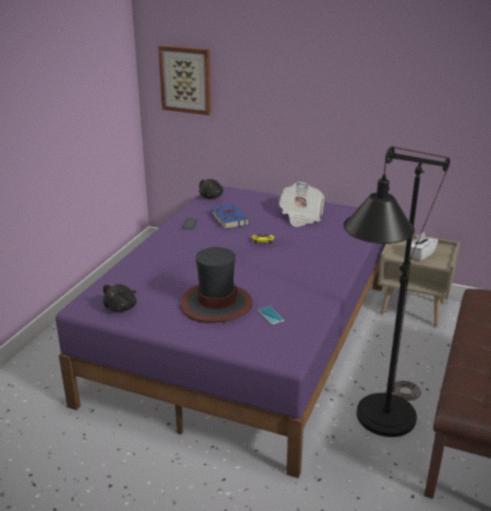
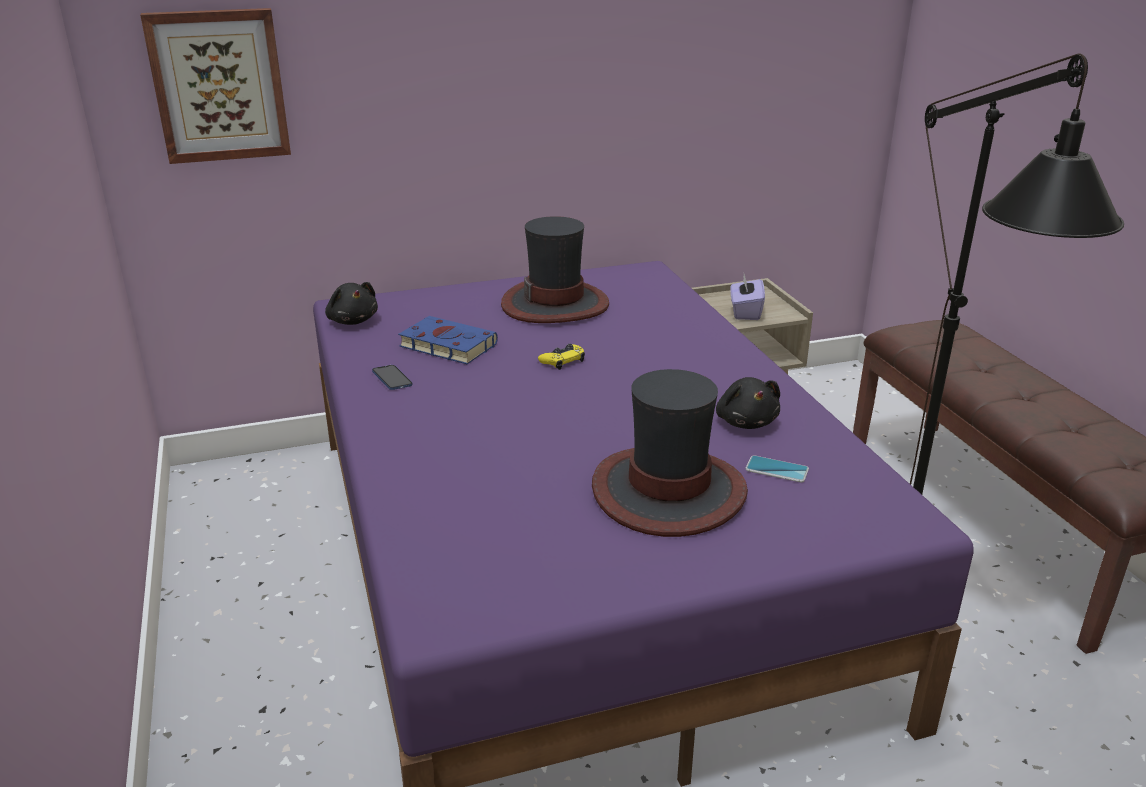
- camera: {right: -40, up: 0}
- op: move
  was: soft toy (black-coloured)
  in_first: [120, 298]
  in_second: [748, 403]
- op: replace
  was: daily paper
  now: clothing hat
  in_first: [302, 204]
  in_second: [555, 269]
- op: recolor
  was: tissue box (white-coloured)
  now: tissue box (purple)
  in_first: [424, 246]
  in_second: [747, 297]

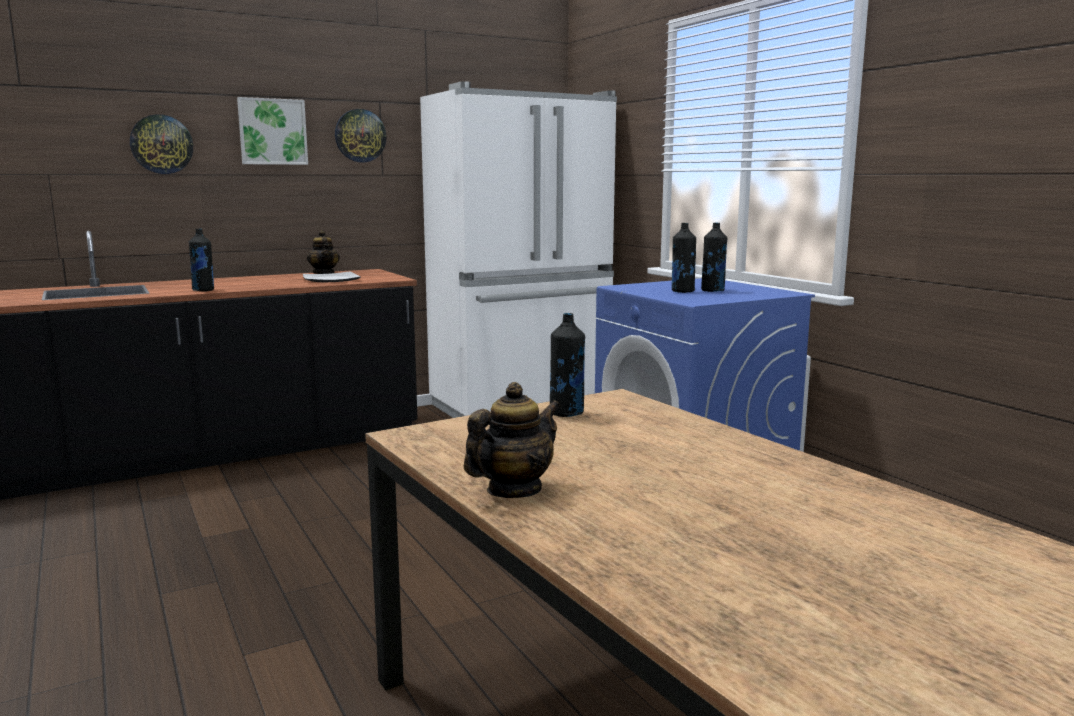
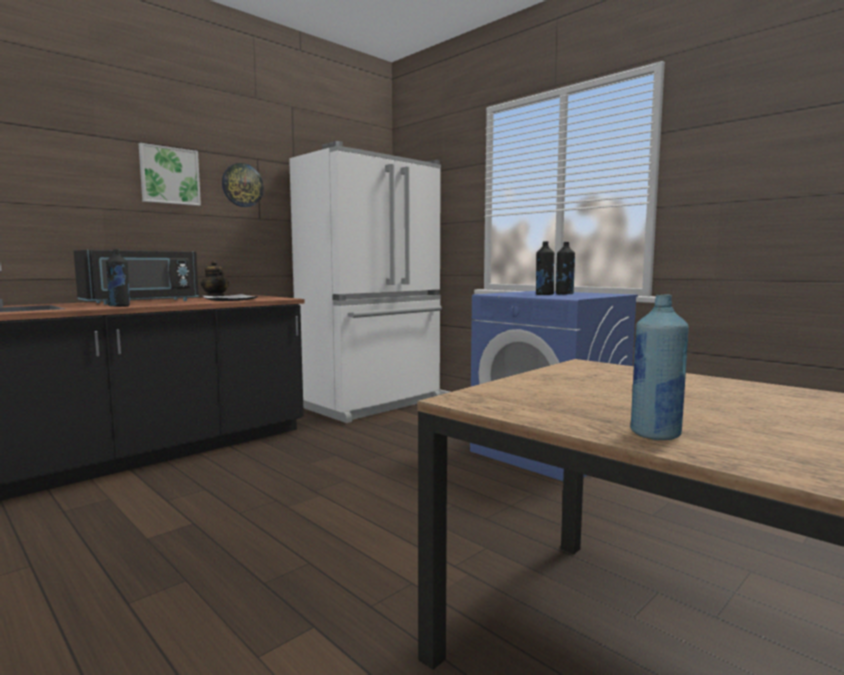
- camera: {right: -15, up: -5}
- op: delete
  was: wall clock
  in_first: [161, 144]
- op: replace
  was: teapot
  now: beverage bottle (blue)
  in_first: [512, 440]
  in_second: [659, 367]
- op: delete
  was: beverage bottle (black-coloured)
  in_first: [567, 365]
- op: insert
  now: microwave oven (black-coloured)
  in_second: [136, 277]

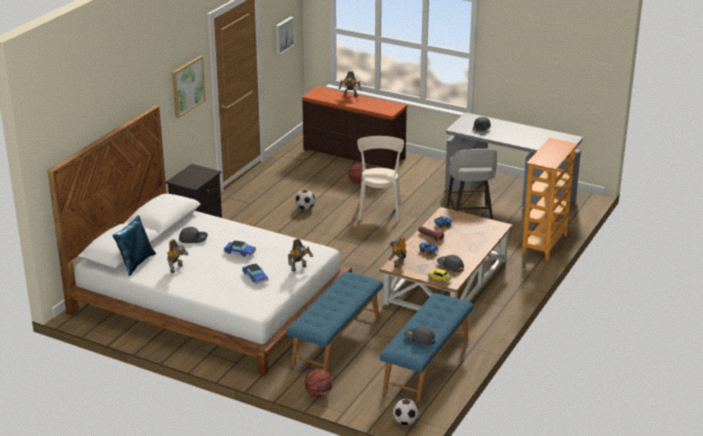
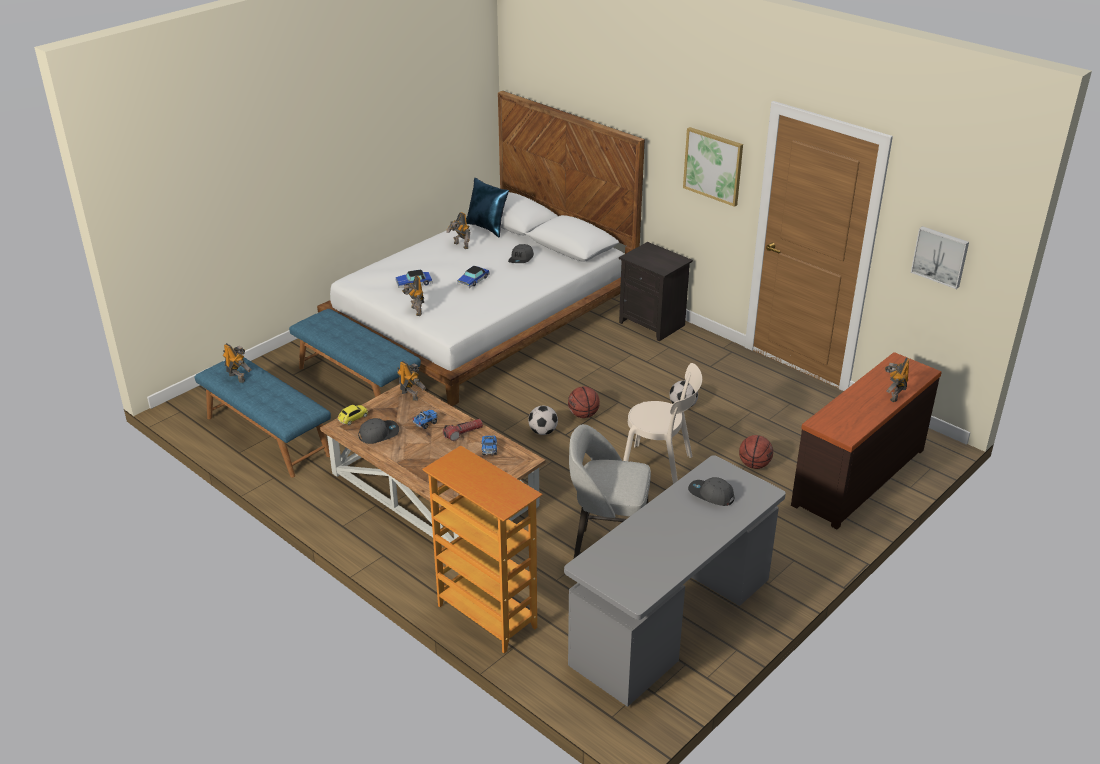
- camera: {right: 105, up: 5}
- op: move
  was: ball for basketball
  in_first: [319, 383]
  in_second: [584, 402]
- op: move
  was: football ball
  in_first: [406, 412]
  in_second: [543, 420]
- op: replace
  was: baseball cap (grey)
  now: robot figure
  in_first: [419, 335]
  in_second: [237, 363]

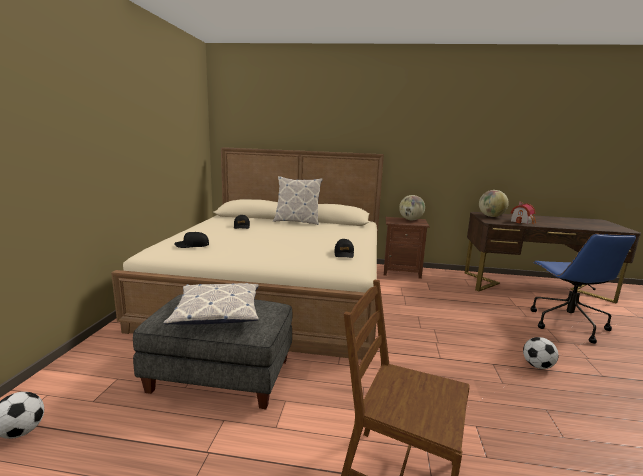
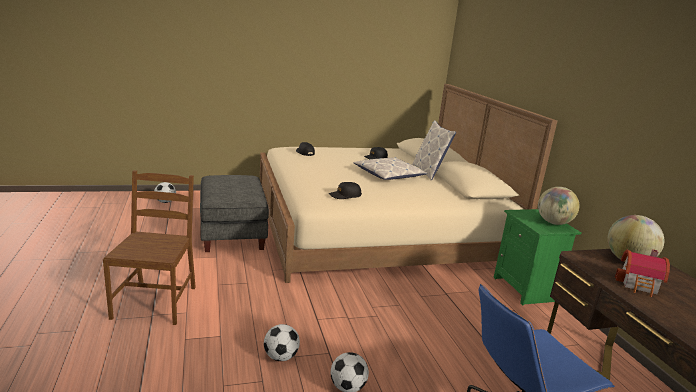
- camera: {right: 65, up: 5}
- op: move
  was: throw pillow
  in_first: [211, 304]
  in_second: [390, 168]
- op: recolor
  was: night table (brown-coloured)
  now: night table (greenish)
  in_first: [407, 248]
  in_second: [537, 257]
- op: insert
  now: football ball
  in_second: [282, 342]

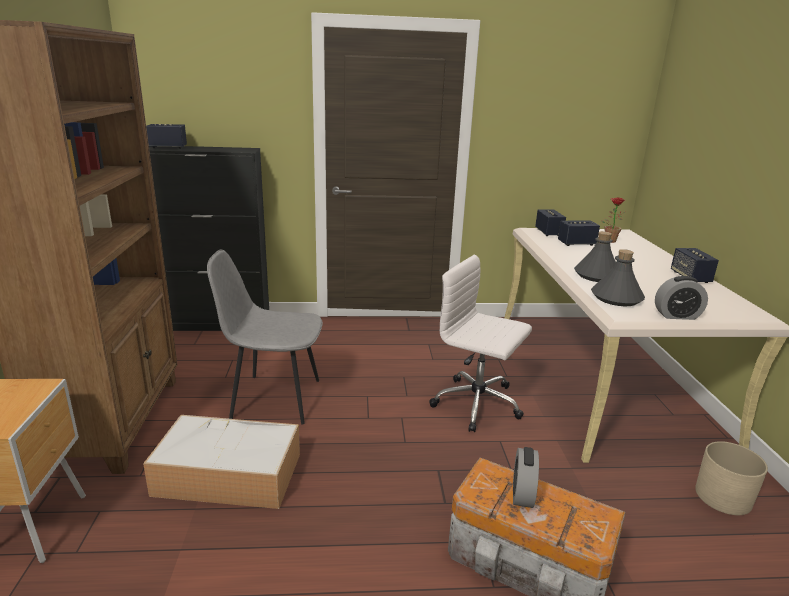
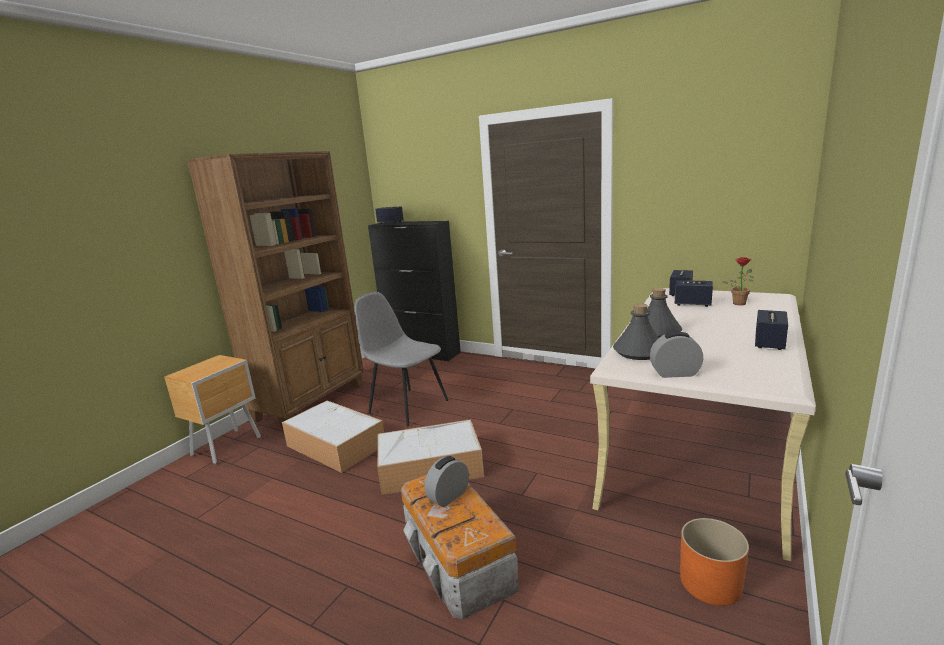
- camera: {right: 35, up: -5}
- op: delete
  was: computer chair (white-coloured)
  in_first: [480, 343]
- op: rotate
  was: table clock
  in_first: [681, 298]
  in_second: [676, 355]
  clockwise: 150
- op: recolor
  was: planter (beige)
  now: planter (orange)
  in_first: [731, 478]
  in_second: [714, 562]
- op: insert
  now: storage container
  in_second: [430, 457]

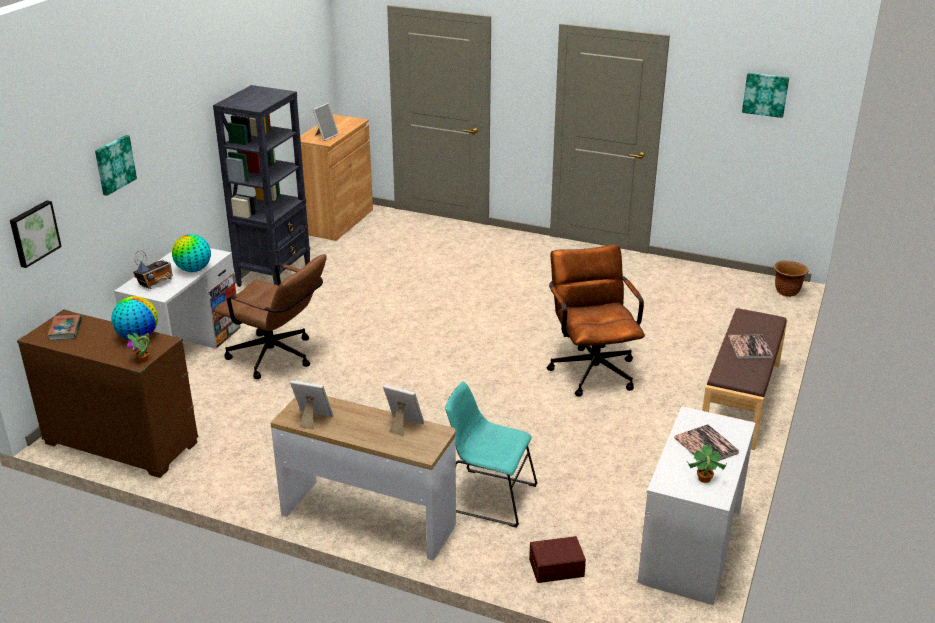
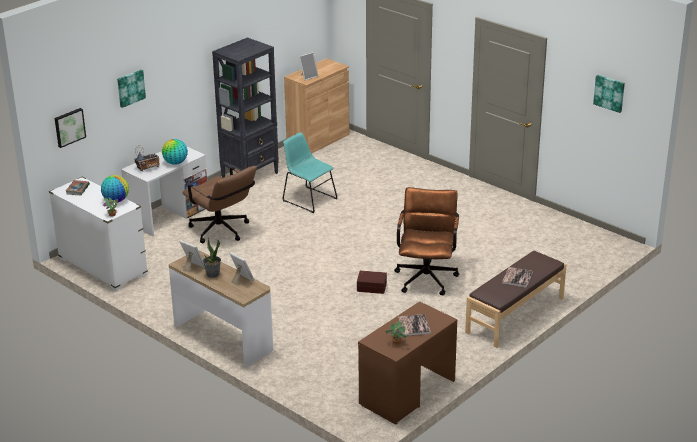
- camera: {right: 20, up: 0}
- op: recolor
  was: drawer chest (brown-coloured)
  now: drawer chest (white-coloured)
  in_first: [108, 393]
  in_second: [98, 234]
- op: move
  was: upright chair (turquoise-coloured)
  in_first: [491, 454]
  in_second: [310, 172]
- op: move
  was: storage container (brown-coloured)
  in_first: [557, 559]
  in_second: [372, 282]
- op: recolor
  was: desk (white-coloured)
  now: desk (brown-coloured)
  in_first: [696, 505]
  in_second: [408, 363]
- op: delete
  was: planter (brown-coloured)
  in_first: [790, 278]
- op: insert
  now: houseplant
  in_second: [212, 257]

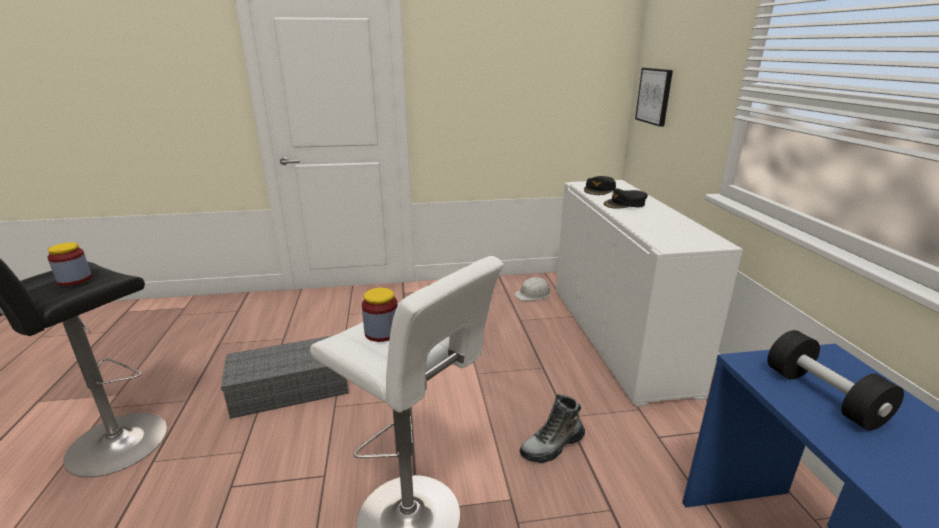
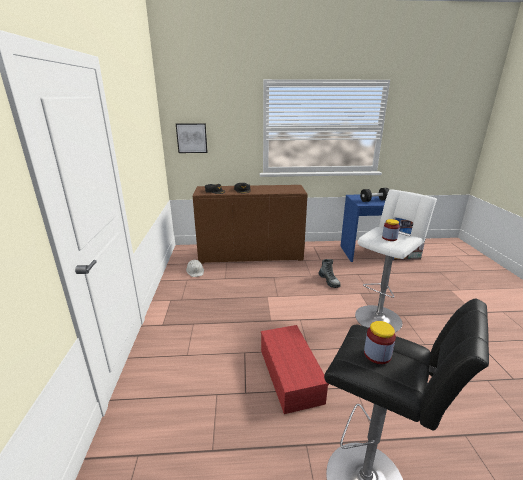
- camera: {right: -85, up: 0}
- op: recolor
  was: storage container (grey)
  now: storage container (red)
  in_first: [285, 377]
  in_second: [295, 369]
- op: recolor
  was: storage cabinet (white-coloured)
  now: storage cabinet (brown-coloured)
  in_first: [649, 293]
  in_second: [250, 224]

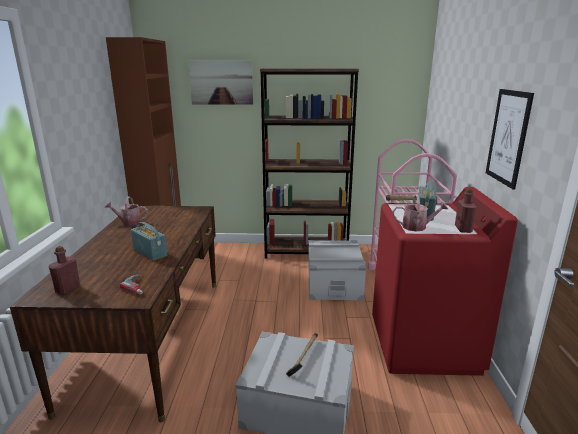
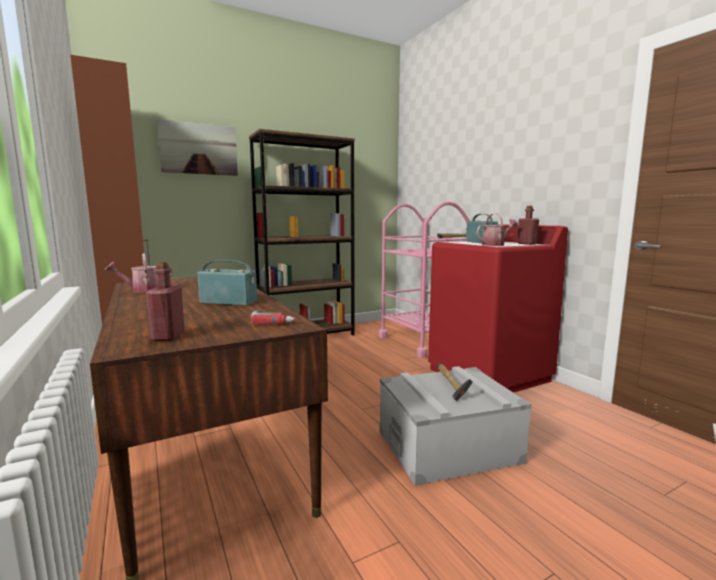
- camera: {right: -30, up: -10}
- op: delete
  was: storage container (grey)
  in_first: [337, 270]
- op: delete
  was: wall picture
  in_first: [510, 139]

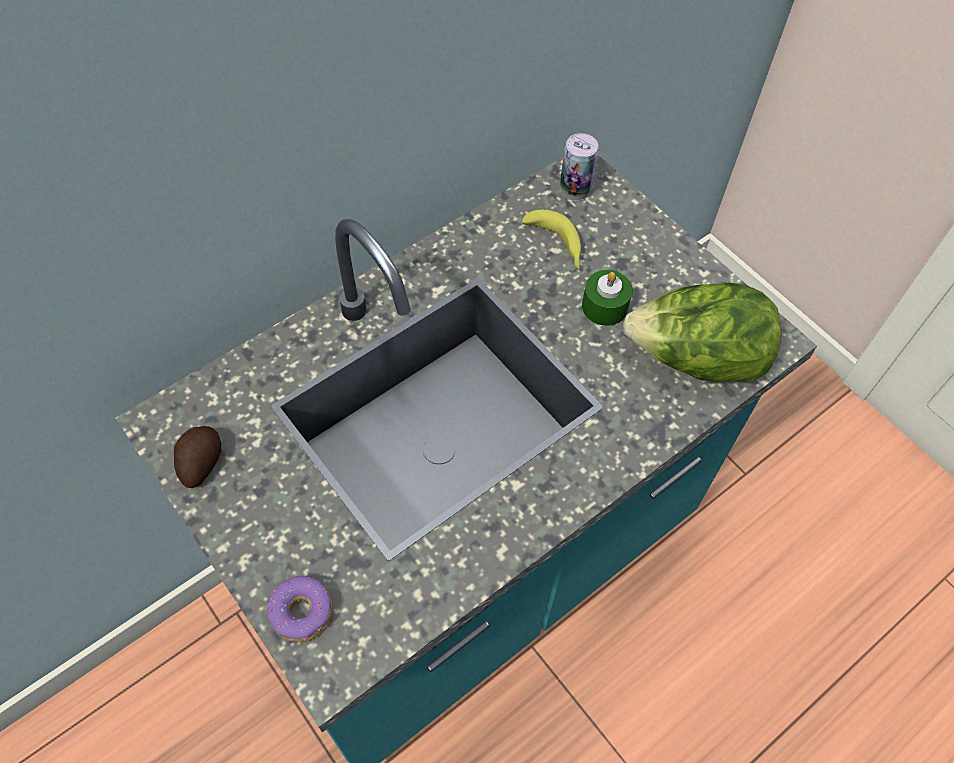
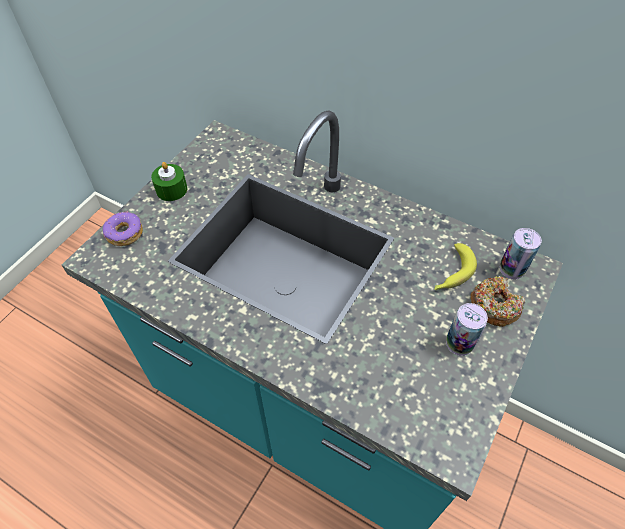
- camera: {right: 70, up: -5}
- op: delete
  was: spud
  in_first: [197, 457]
- op: move
  was: candle (greenish)
  in_first: [607, 298]
  in_second: [169, 181]
- op: delete
  was: lettuce
  in_first: [702, 332]
- op: insert
  now: can
  in_second: [467, 329]
- op: insert
  now: doughnut
  in_second: [498, 301]

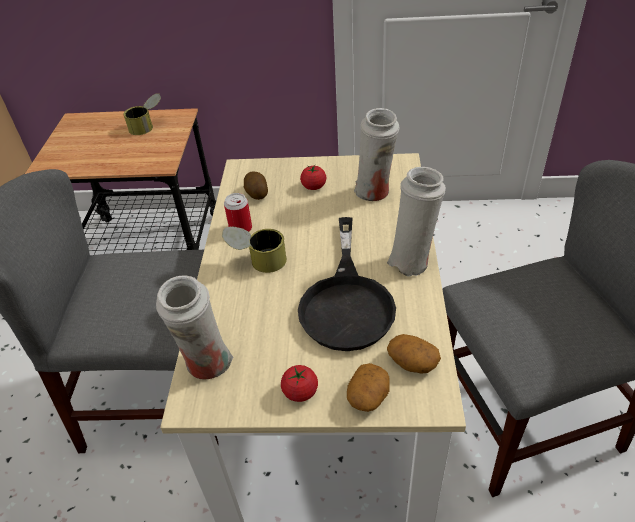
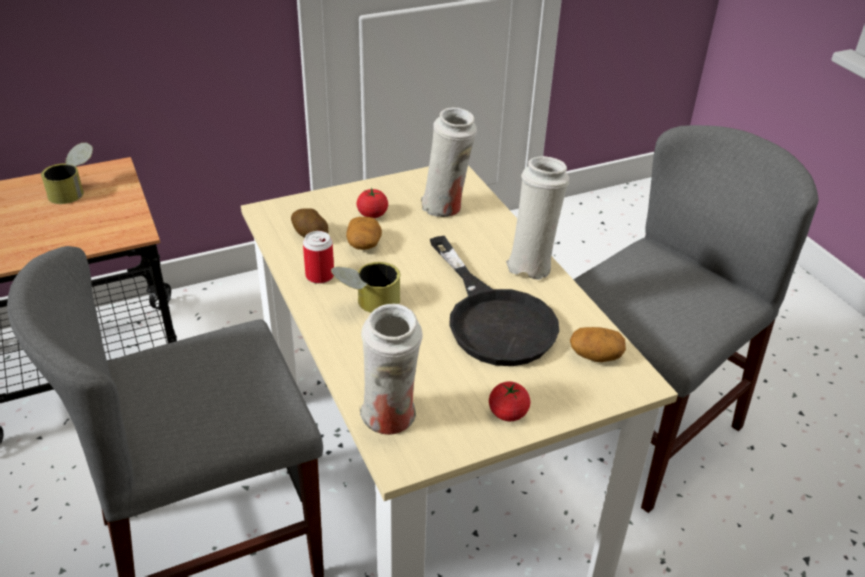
- camera: {right: -30, up: -5}
- op: move
  was: spud
  in_first: [368, 387]
  in_second: [364, 233]

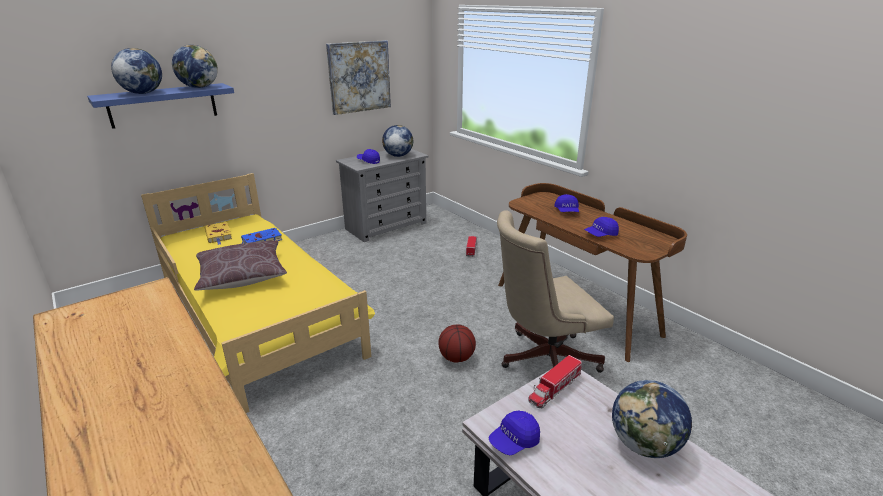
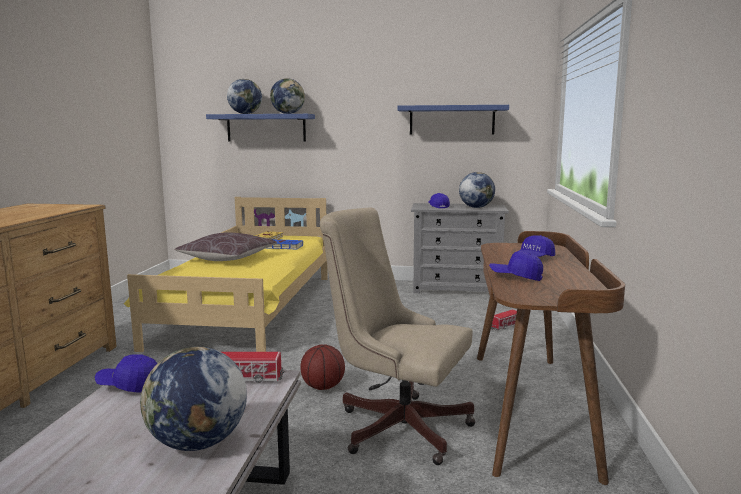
- camera: {right: 45, up: -15}
- op: replace
  was: wall picture
  now: shelf (blue)
  in_first: [358, 77]
  in_second: [453, 120]

